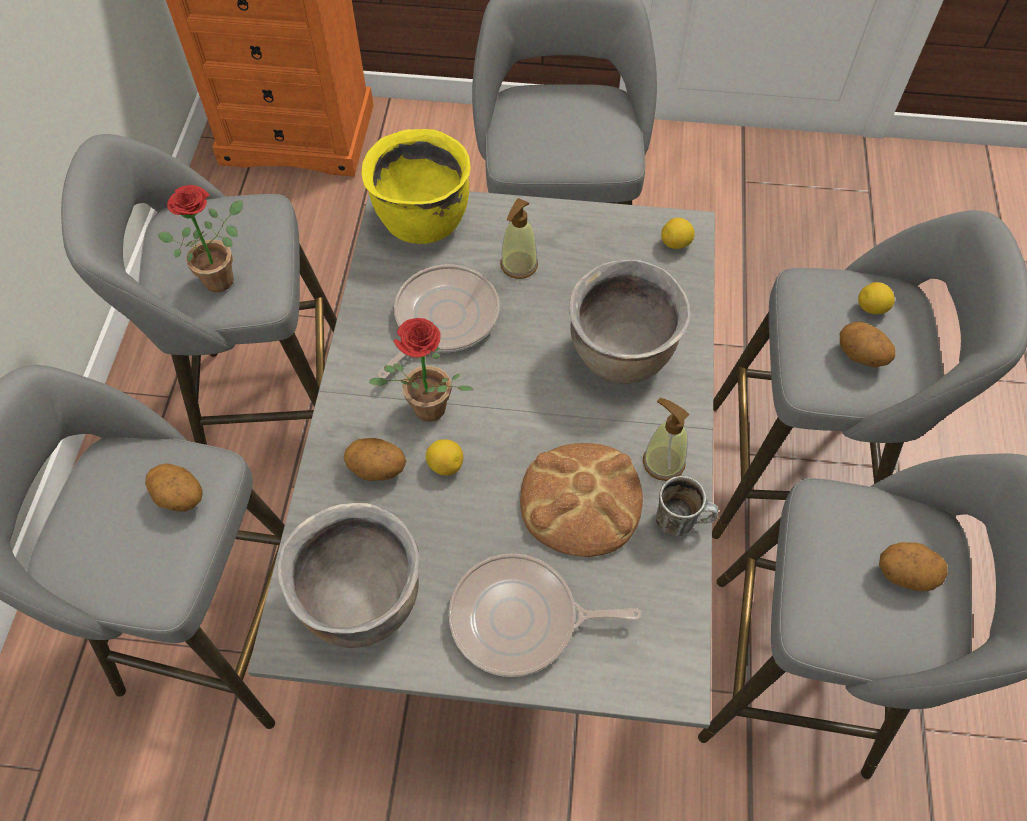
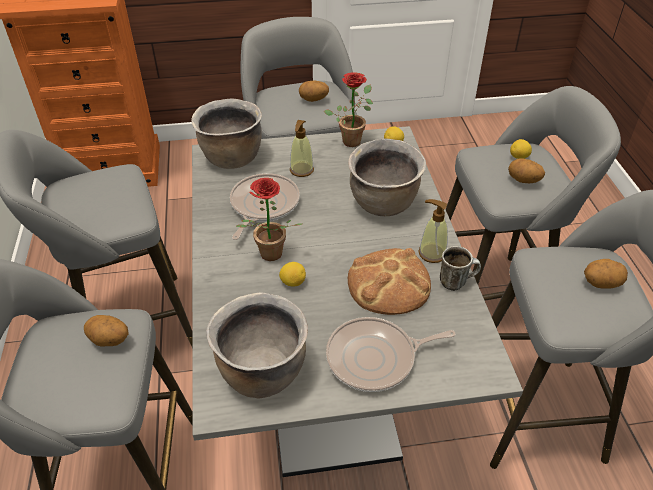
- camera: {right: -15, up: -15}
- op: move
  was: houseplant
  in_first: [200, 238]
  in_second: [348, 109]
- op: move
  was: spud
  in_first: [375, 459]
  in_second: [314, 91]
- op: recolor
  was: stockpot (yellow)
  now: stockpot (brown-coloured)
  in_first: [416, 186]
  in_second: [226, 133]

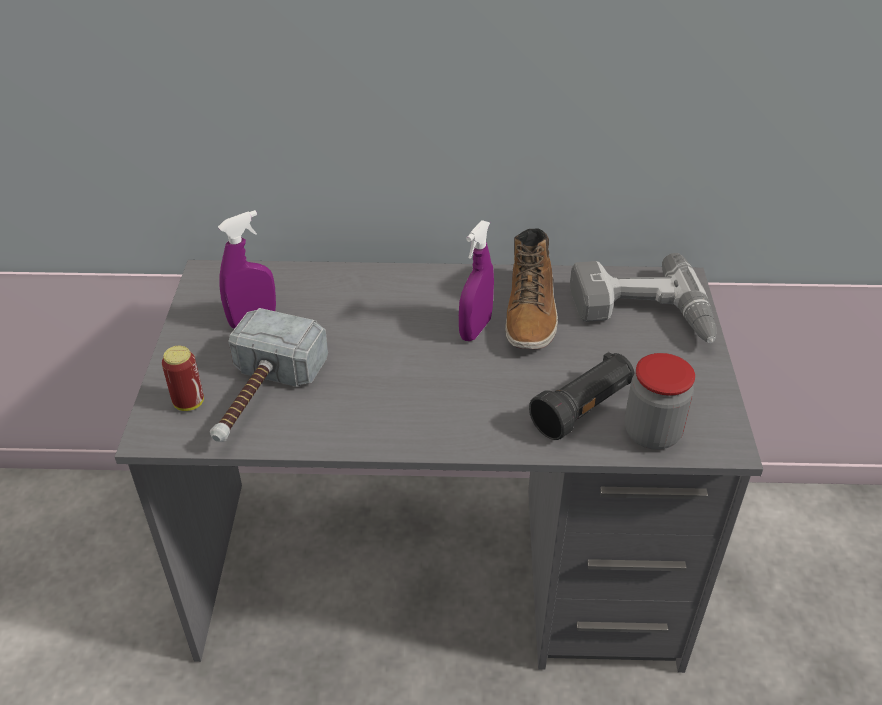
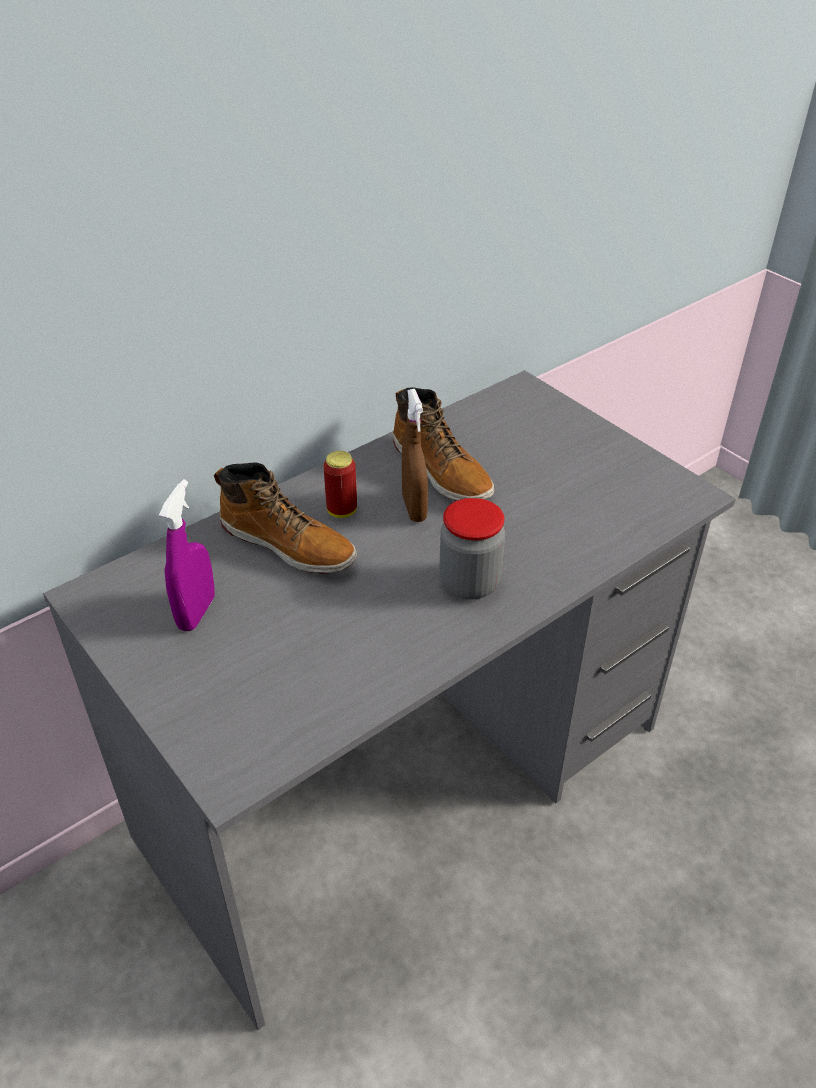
- camera: {right: -40, up: 0}
- op: move
  was: can
  in_first: [183, 378]
  in_second: [340, 484]
- op: delete
  was: hand hammer
  in_first: [269, 375]
- op: recolor
  was: hand sprayer (purple)
  now: hand sprayer (brown-coloured)
  in_first: [476, 280]
  in_second: [415, 455]
- op: delete
  was: flashlight (black-coloured)
  in_first: [582, 396]
- op: delete
  was: drill
  in_first: [643, 298]
- op: move
  was: storage jar
  in_first: [659, 401]
  in_second: [472, 548]
- op: insert
  now: tall boot
  in_second: [285, 518]

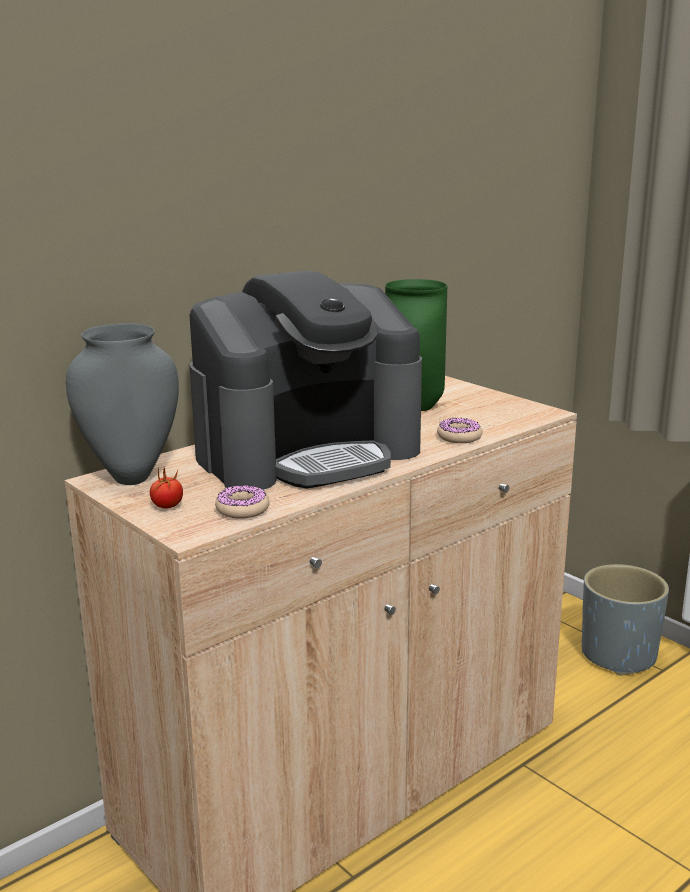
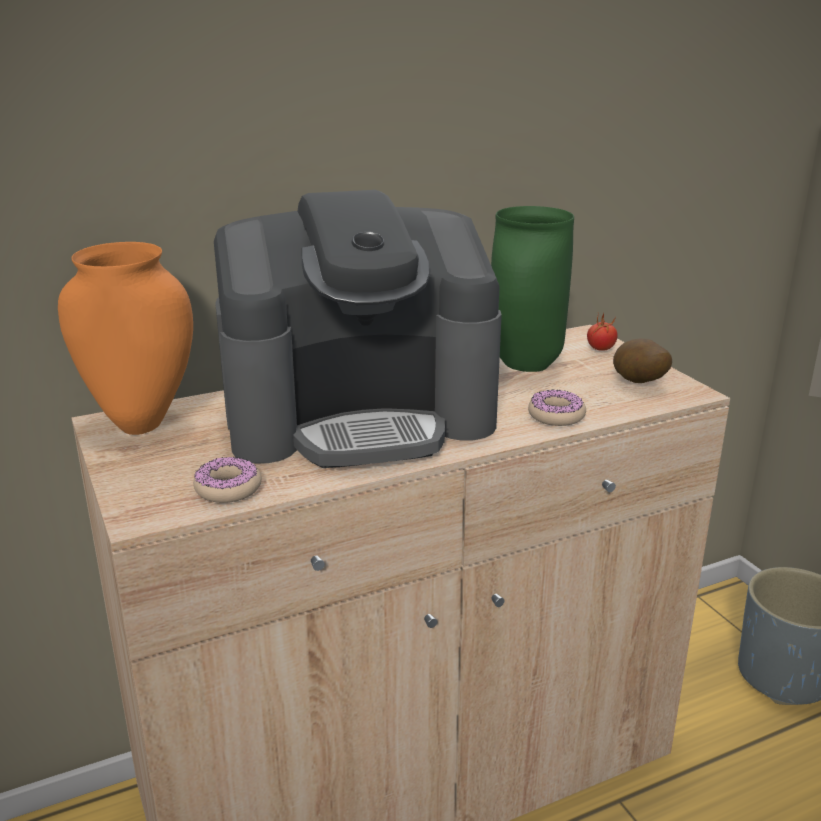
- camera: {right: 15, up: 5}
- op: recolor
  was: vase (grey)
  now: vase (orange)
  in_first: [122, 404]
  in_second: [125, 338]
- op: move
  was: fresh tomato
  in_first: [166, 488]
  in_second: [602, 332]
- op: insert
  now: spud
  in_second: [642, 360]

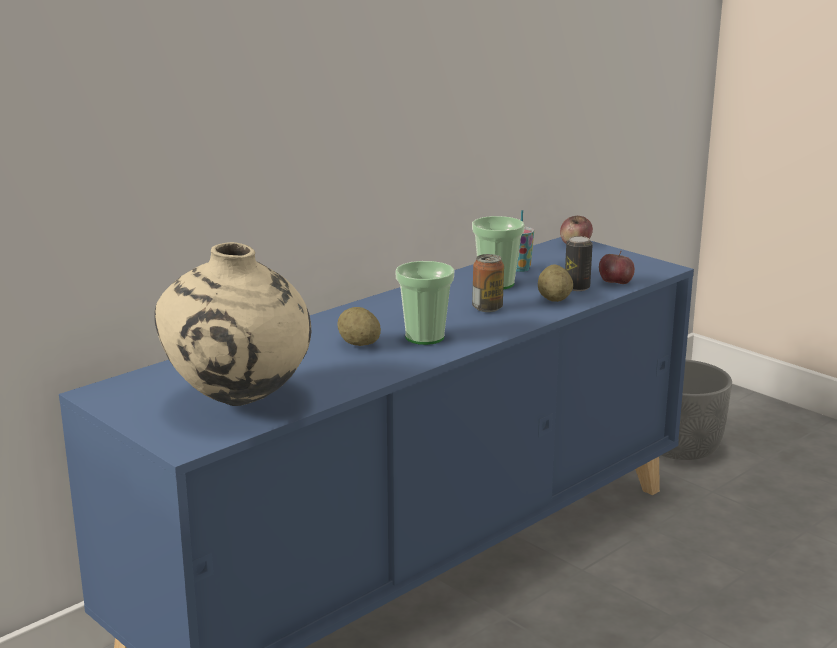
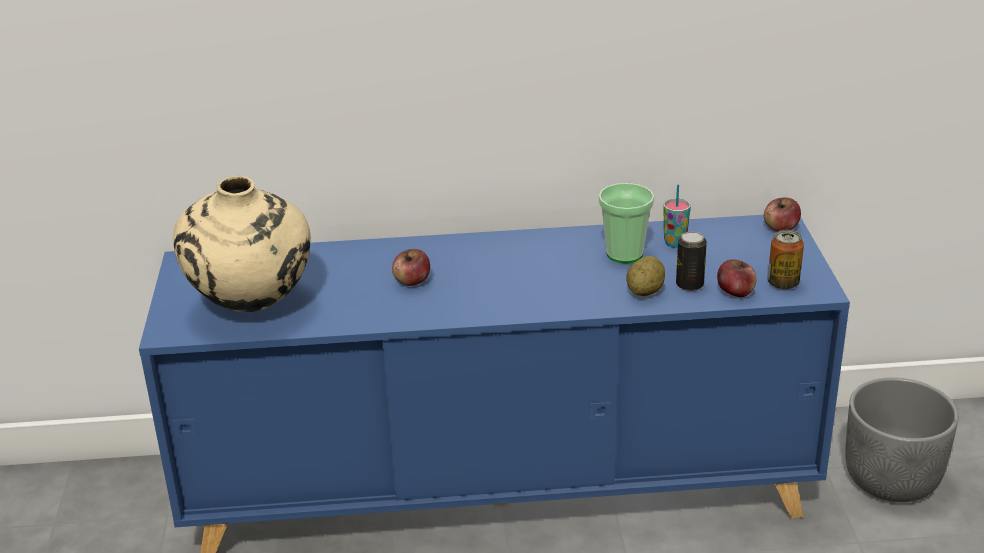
- camera: {right: 40, up: 10}
- op: replace
  was: spud
  now: apple
  in_first: [359, 326]
  in_second: [411, 267]
- op: delete
  was: small cup
  in_first: [424, 303]
- op: move
  was: can
  in_first: [488, 283]
  in_second: [786, 260]

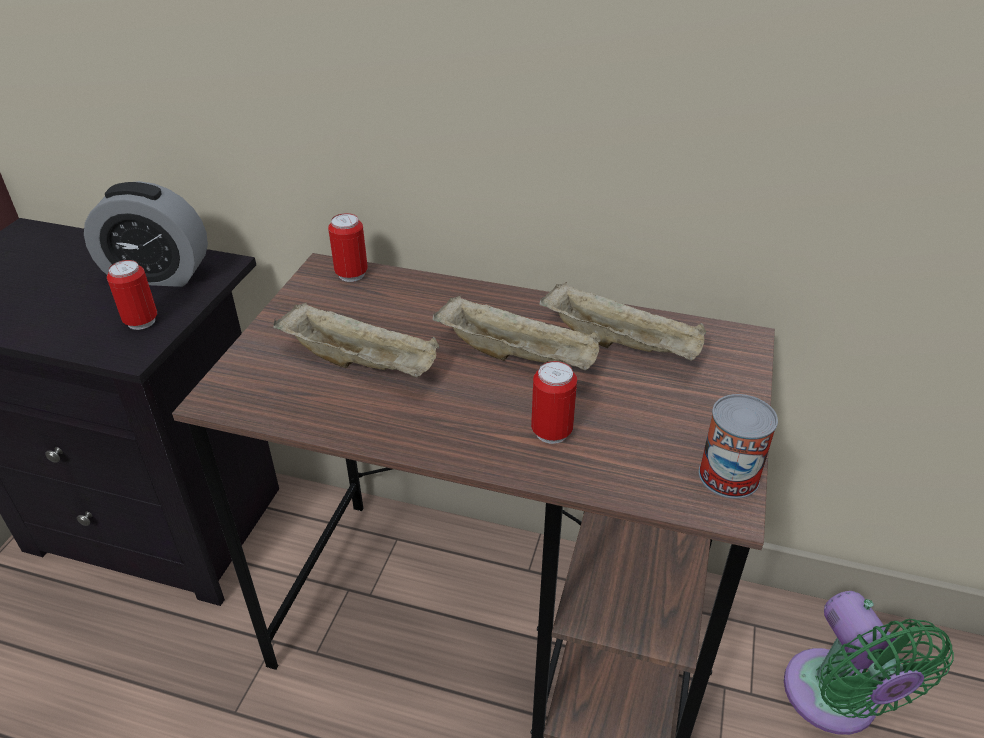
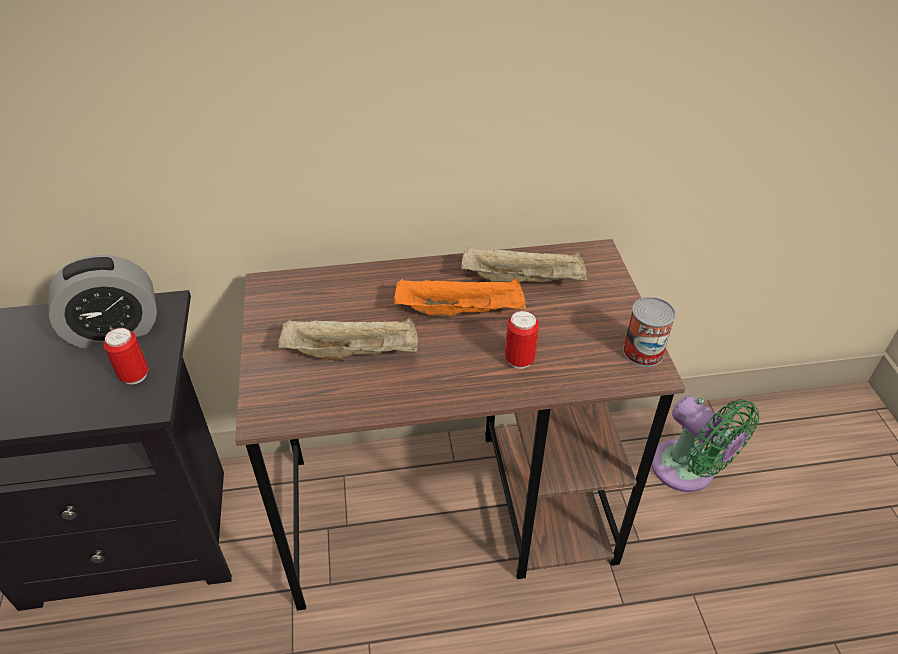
- camera: {right: -25, up: 5}
- op: delete
  was: can
  in_first: [348, 247]
- op: recolor
  was: serving tray (beige)
  now: serving tray (orange)
  in_first: [516, 332]
  in_second: [460, 298]

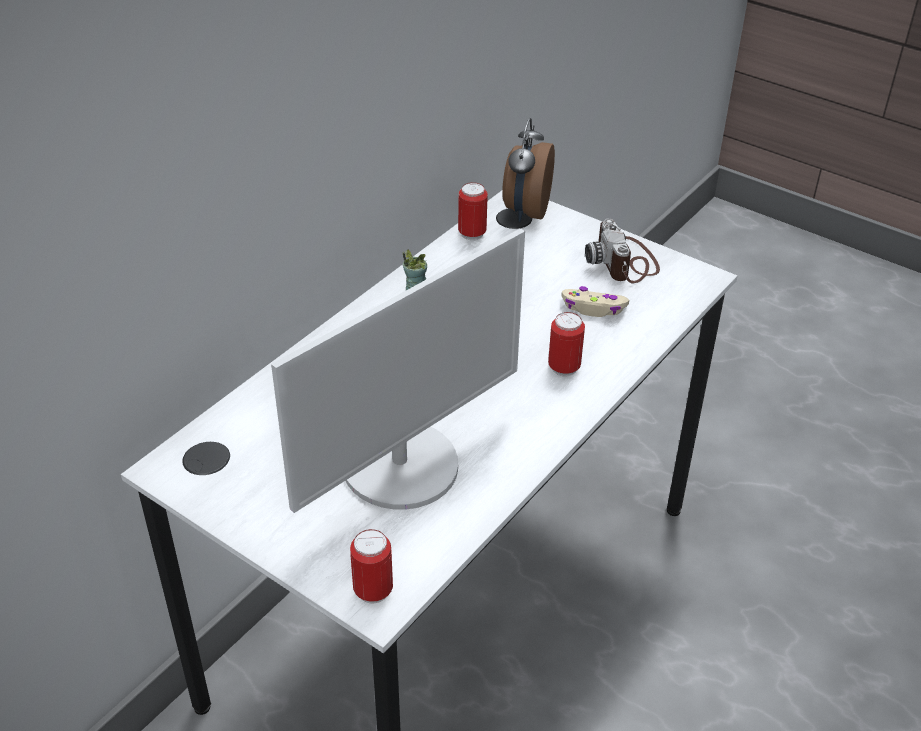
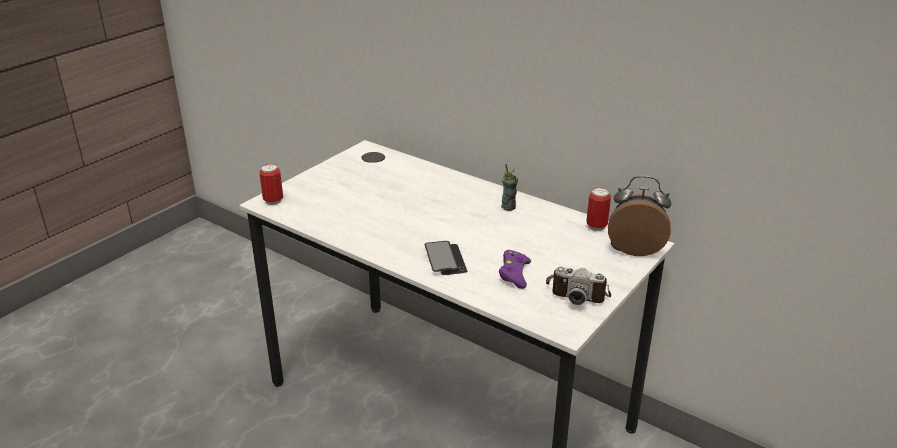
- camera: {right: 90, up: -10}
- op: delete
  was: computer display
  in_first: [398, 370]
- op: replace
  was: can
  now: phone
  in_first: [566, 344]
  in_second: [445, 258]
- op: recolor
  was: joypad (beige)
  now: joypad (purple)
  in_first: [595, 301]
  in_second: [515, 269]
- op: rotate
  was: still camera
  in_first: [622, 251]
  in_second: [578, 286]
  clockwise: -150

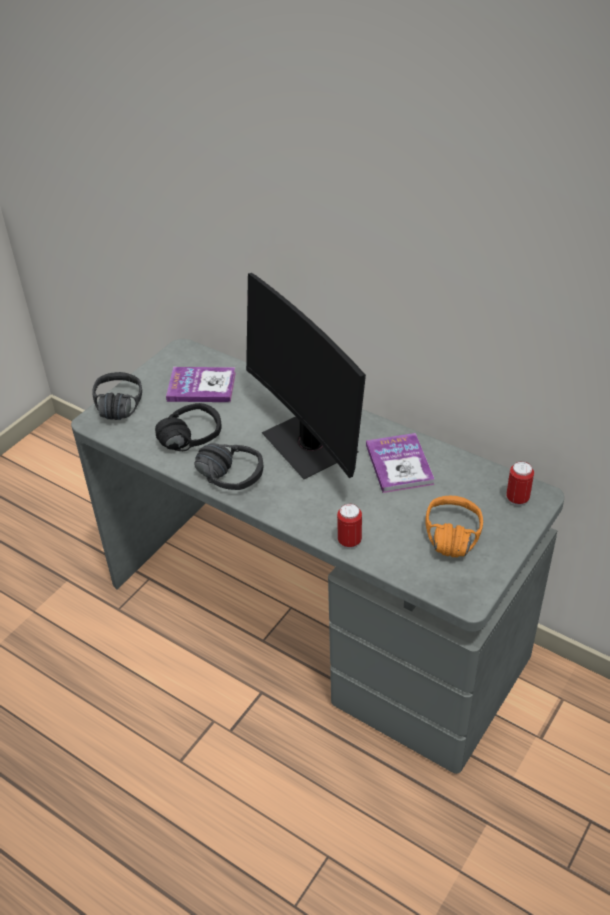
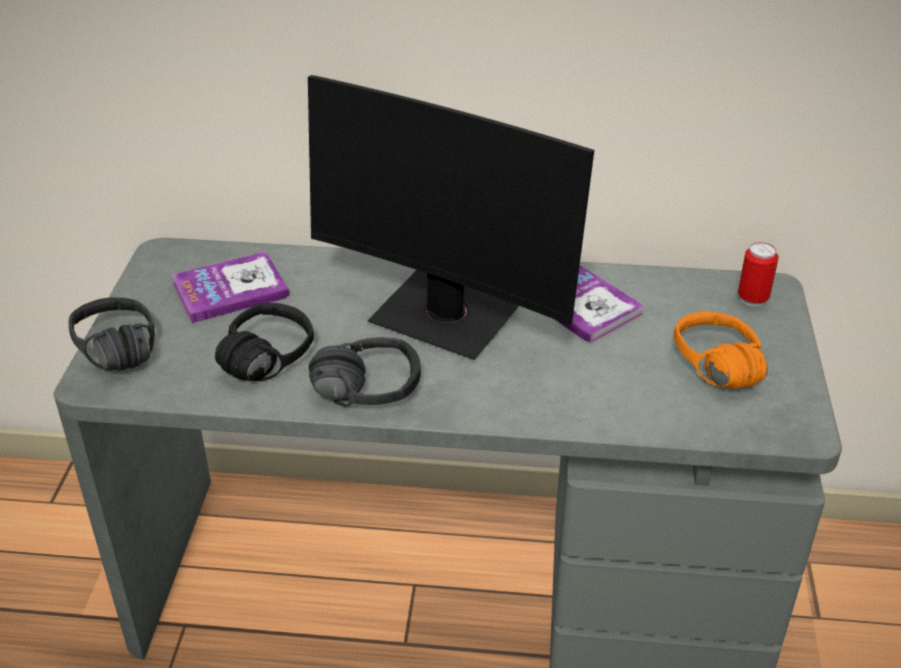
- camera: {right: -30, up: -5}
- op: delete
  was: can
  in_first: [349, 526]

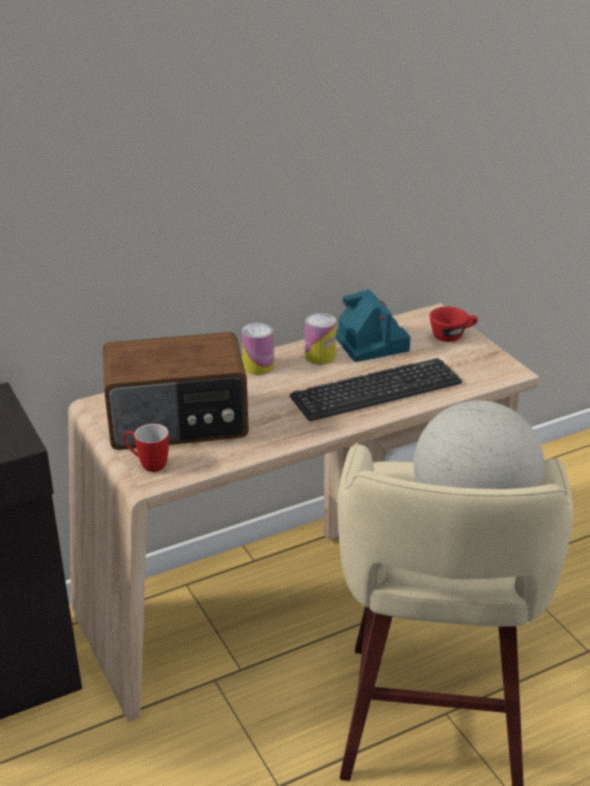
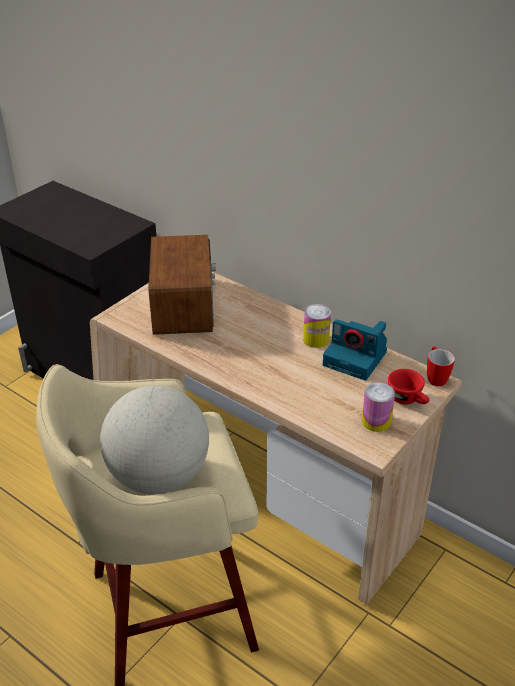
- camera: {right: 65, up: 5}
- op: rotate
  was: radio set
  in_first: [176, 391]
  in_second: [182, 285]
  clockwise: -150
- op: move
  was: mug
  in_first: [146, 448]
  in_second: [441, 366]
- op: move
  was: can
  in_first: [258, 348]
  in_second: [378, 407]
- op: delete
  was: keyboard
  in_first: [376, 389]
- op: rotate
  was: still camera
  in_first: [373, 326]
  in_second: [355, 350]
  clockwise: 75

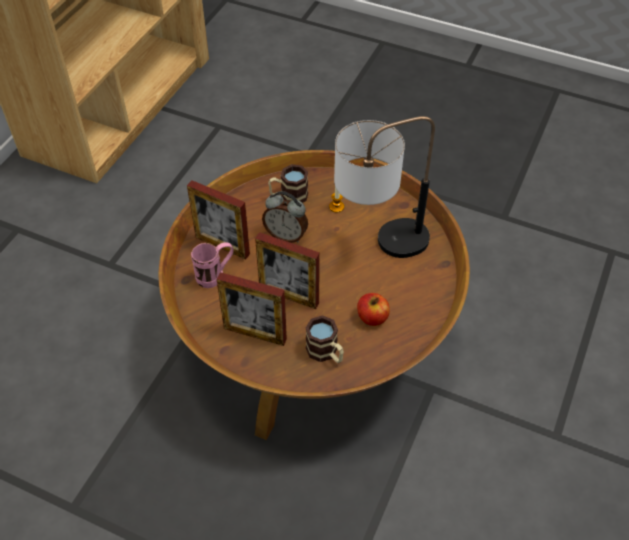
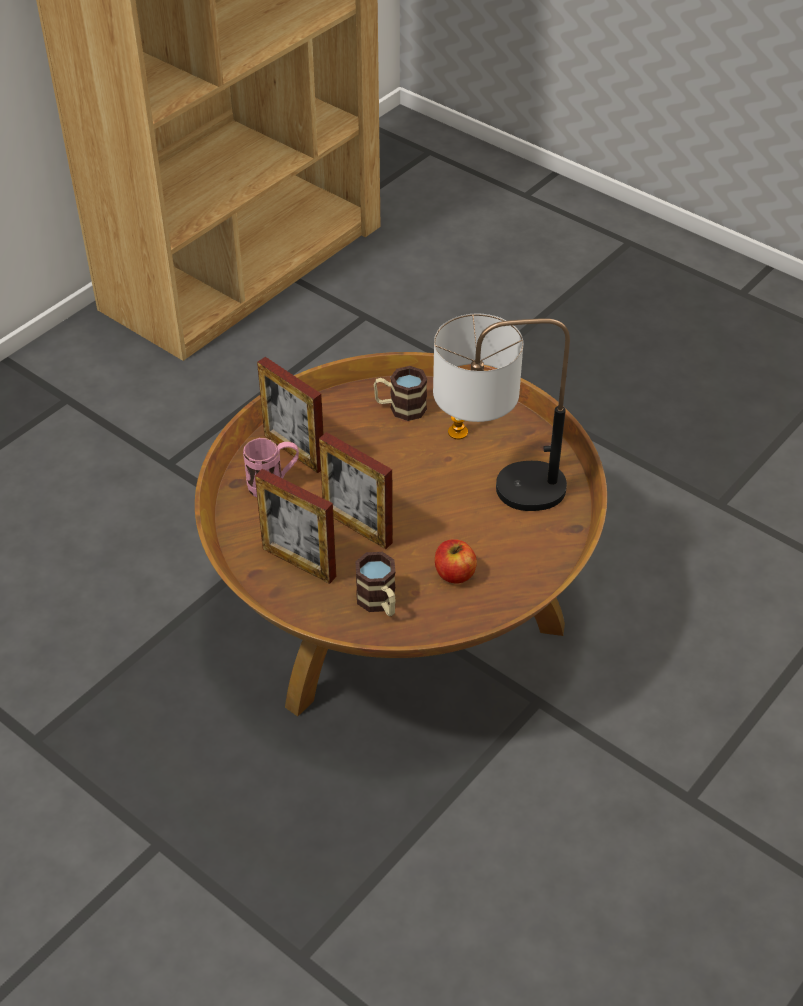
- camera: {right: 15, up: -5}
- op: delete
  was: table clock
  in_first: [285, 217]

